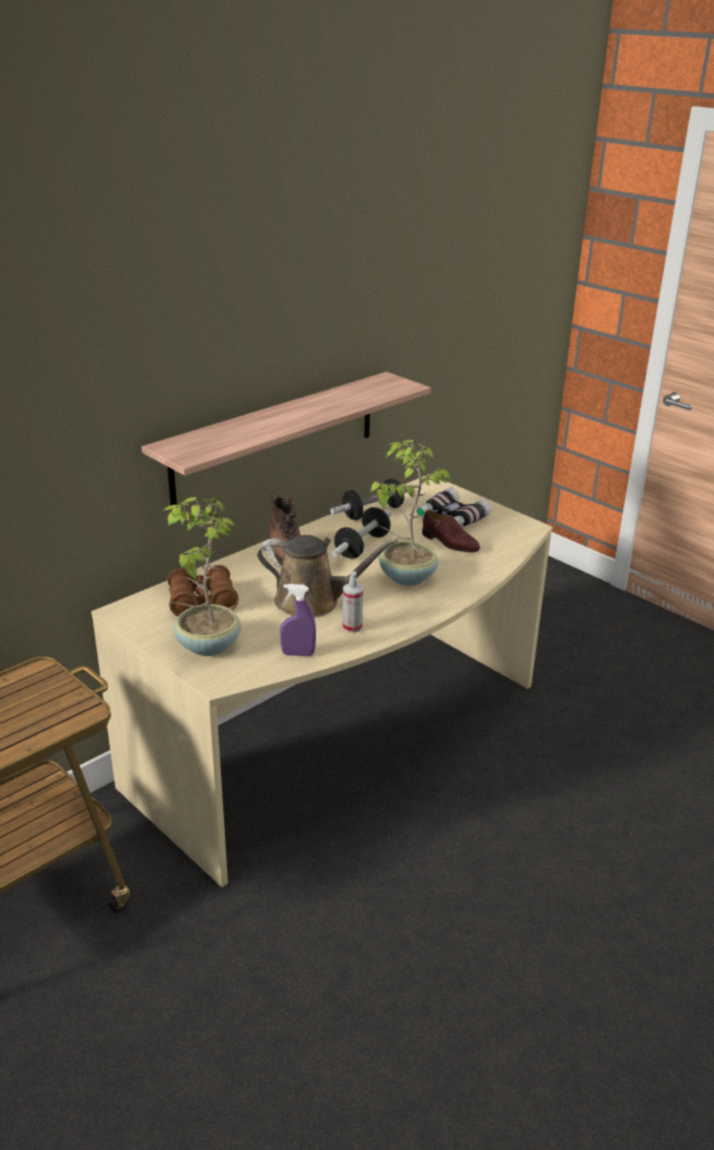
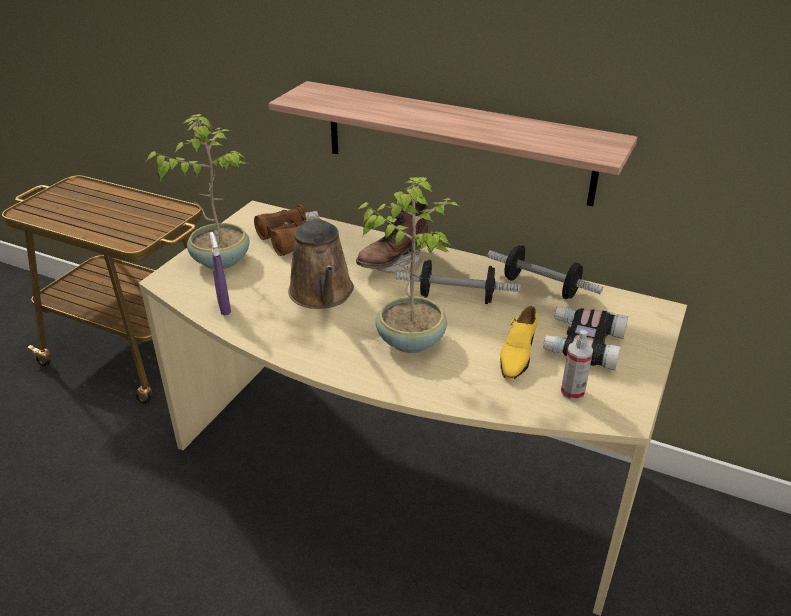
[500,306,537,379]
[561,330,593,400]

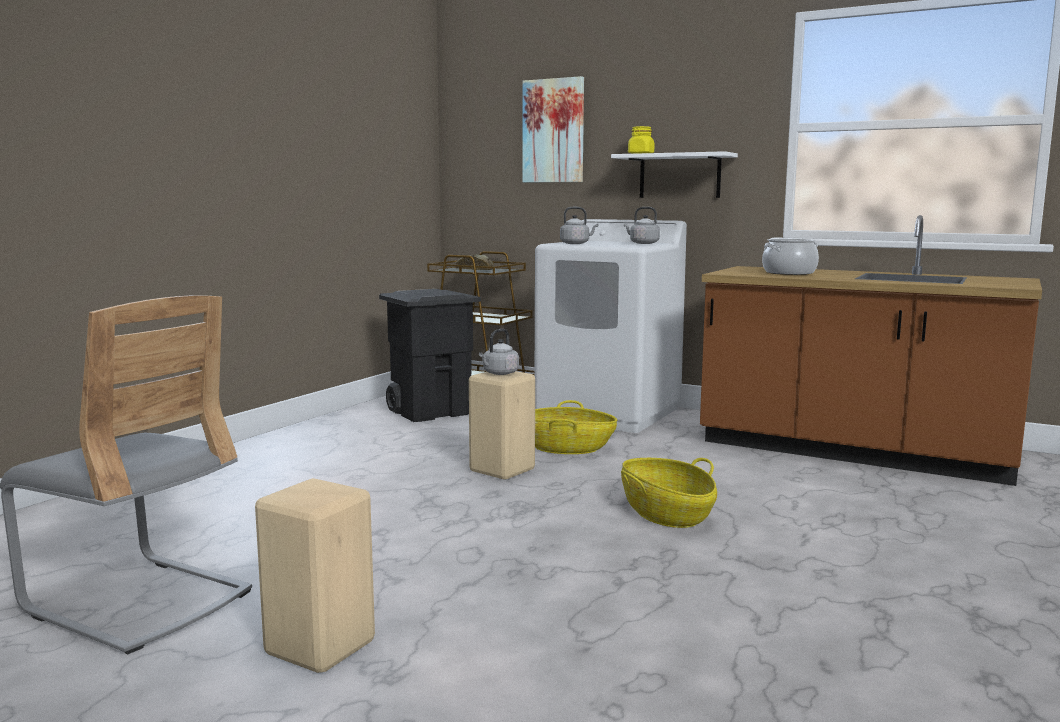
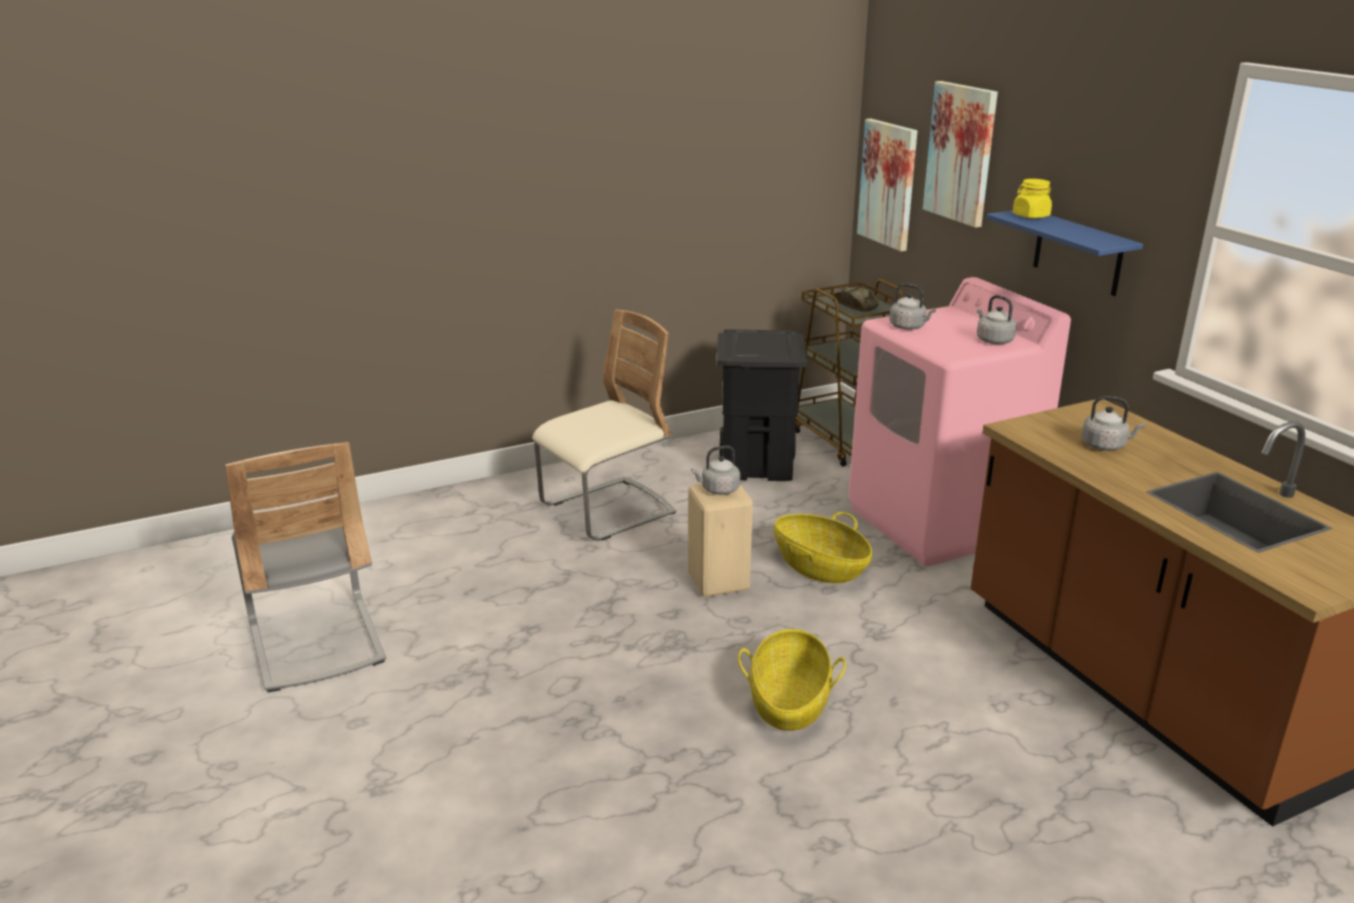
[986,210,1143,296]
[848,277,1071,566]
[1081,396,1145,451]
[255,478,375,673] (first image)
[857,119,917,251]
[532,310,676,541]

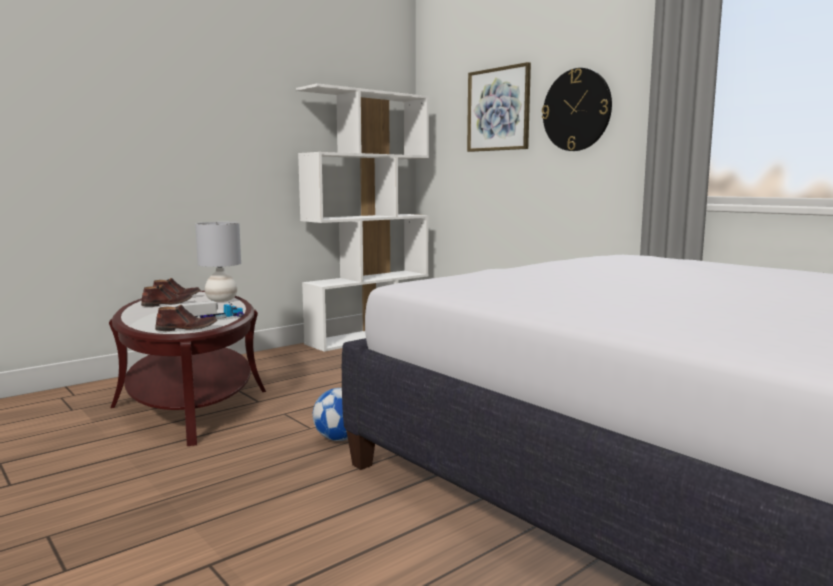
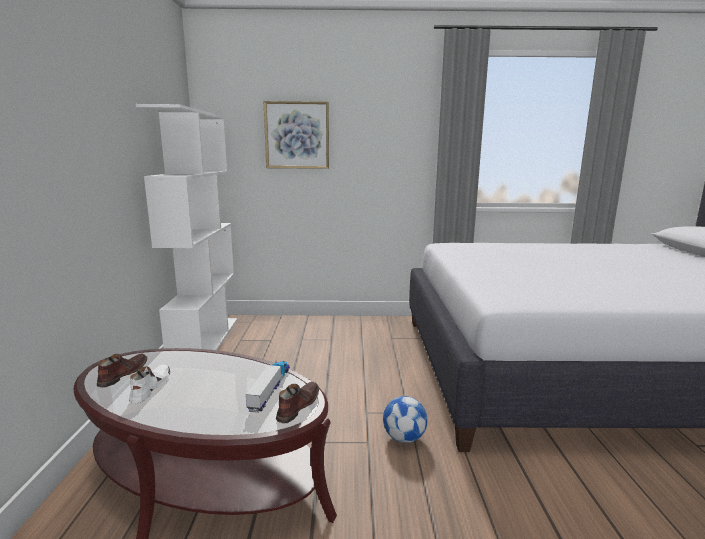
[542,68,612,151] (first image)
[195,222,241,302] (first image)
[129,365,170,403]

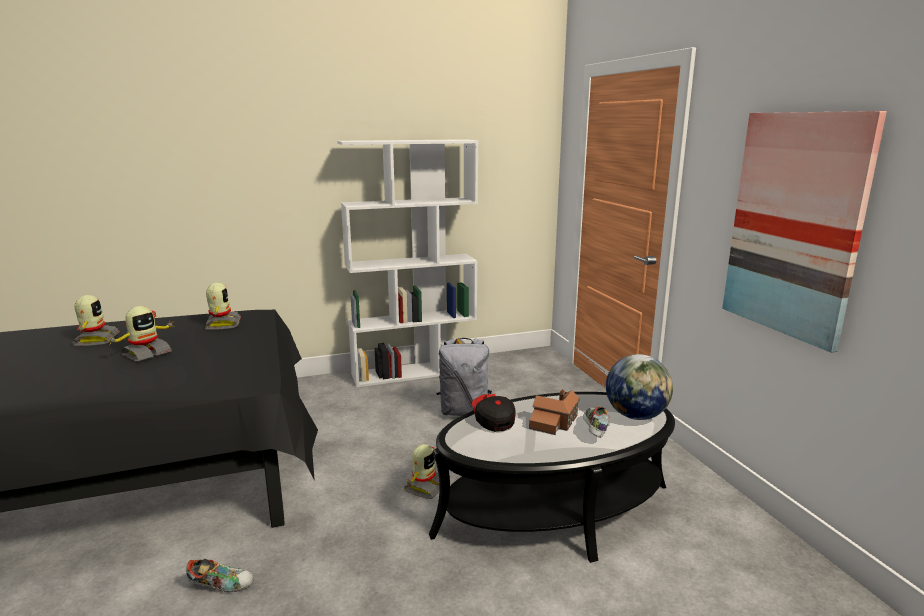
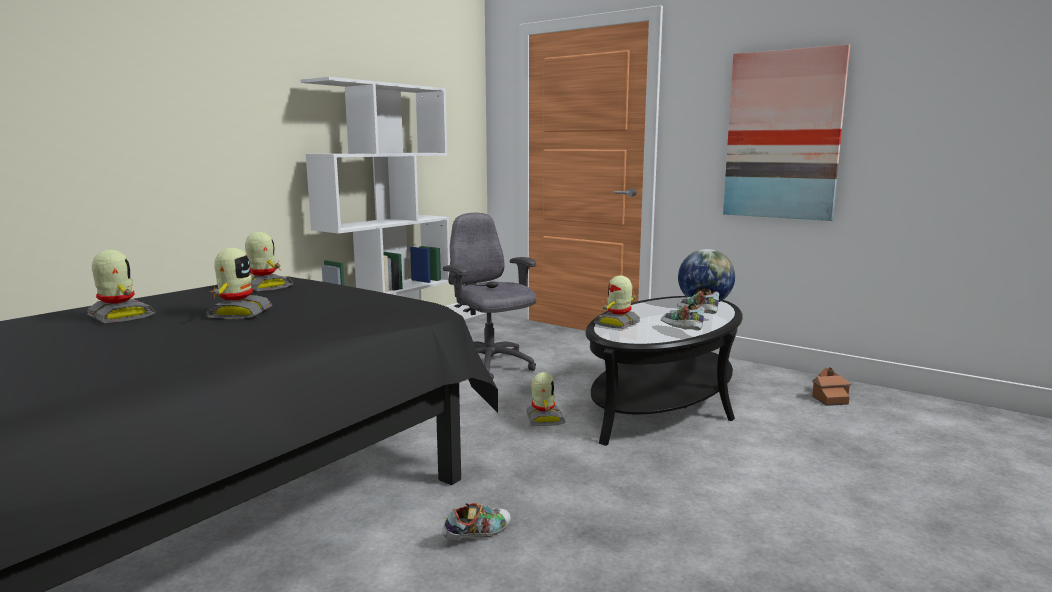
[443,213,536,380]
[812,367,851,406]
[594,275,640,329]
[661,303,705,330]

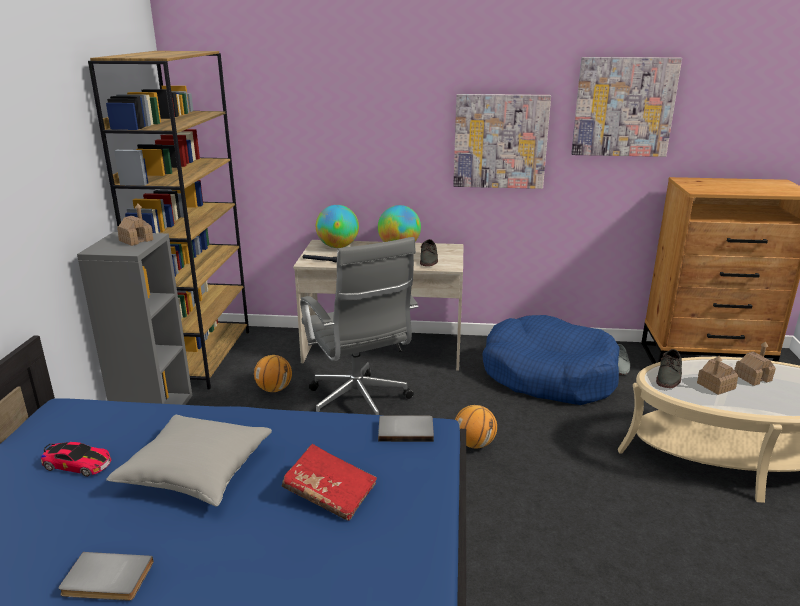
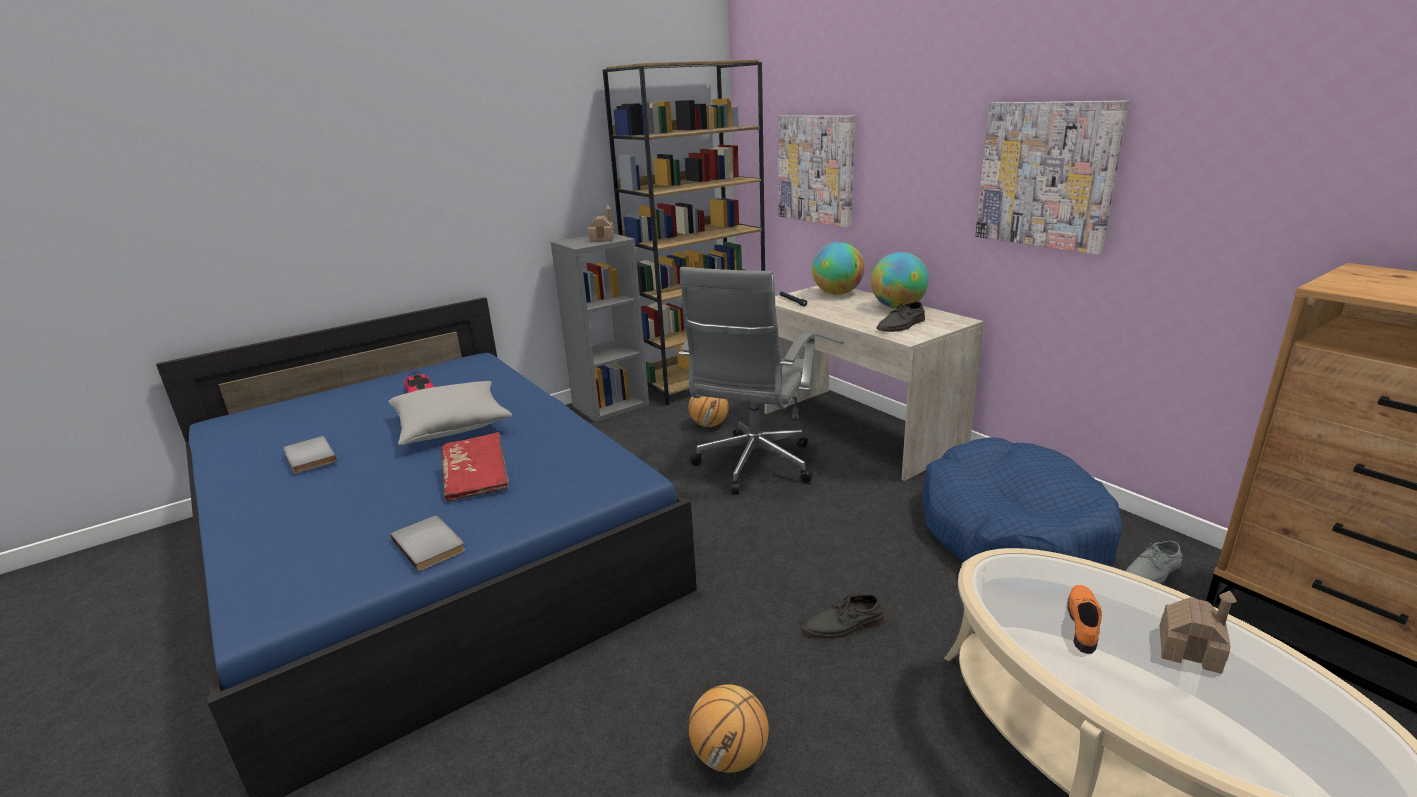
[778,115,855,227]
[803,594,884,639]
[1068,585,1102,654]
[689,684,769,773]
[390,515,465,572]

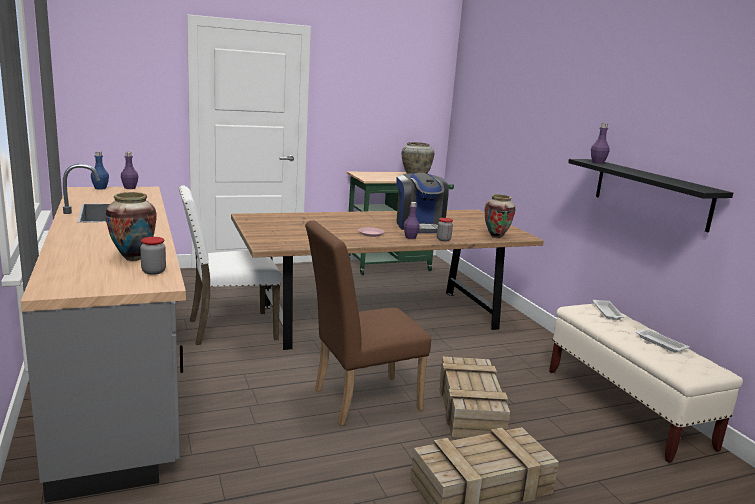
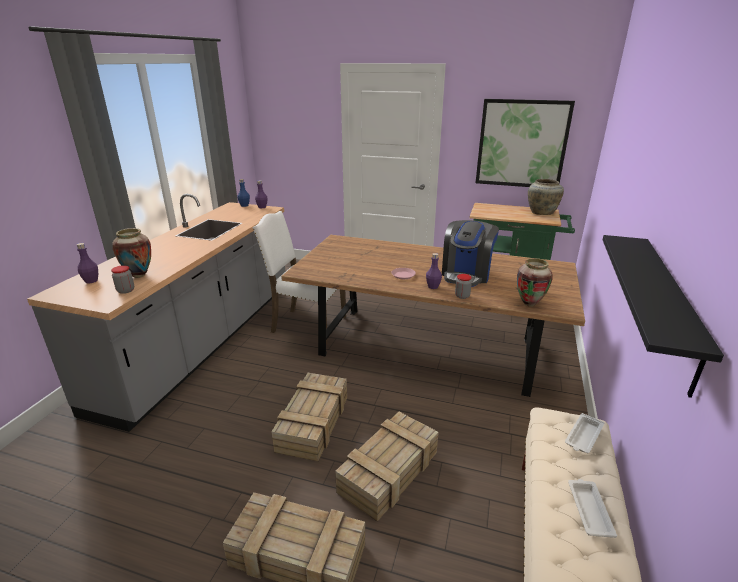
[77,243,98,284]
[271,373,347,462]
[476,99,575,187]

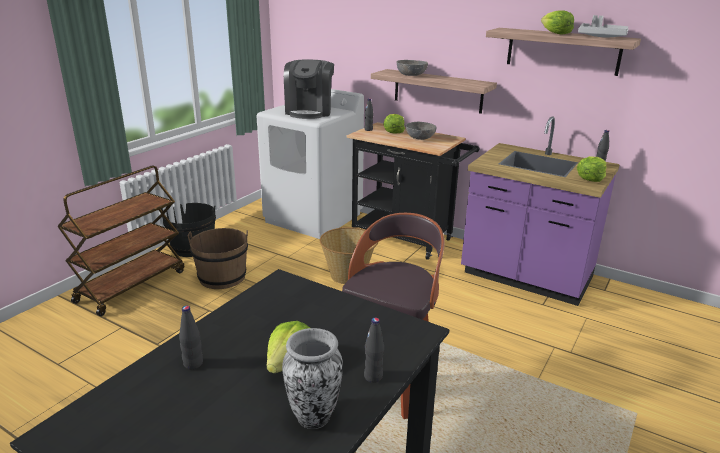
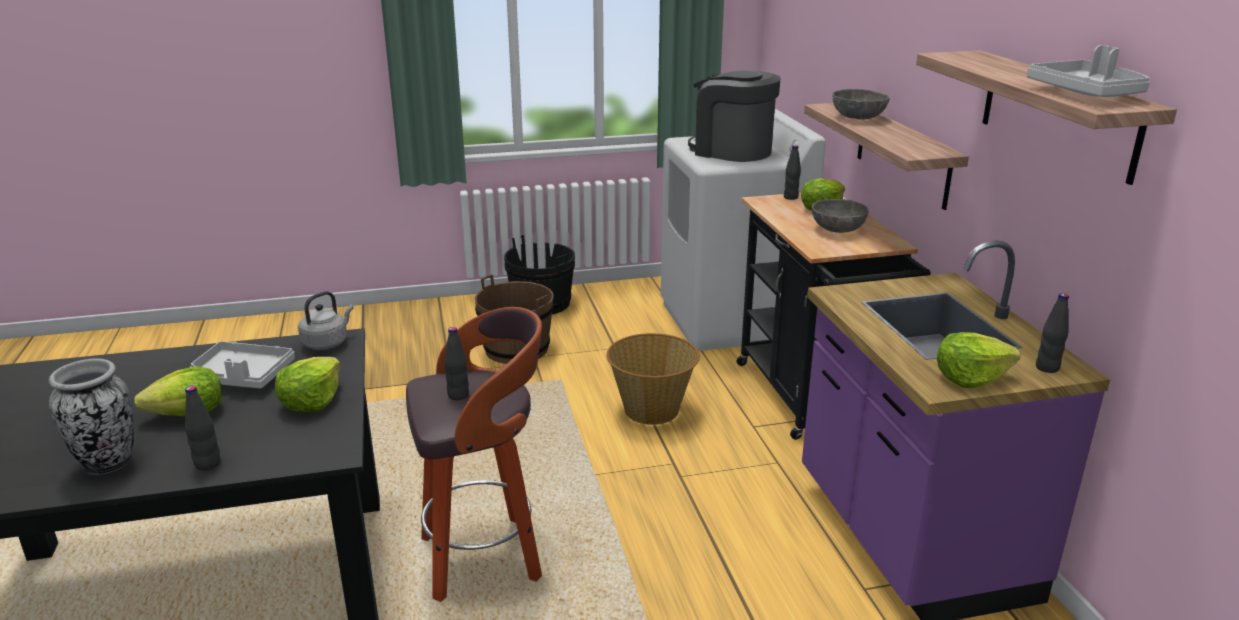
[275,357,340,412]
[688,70,781,162]
[57,165,184,316] (first image)
[444,327,469,400]
[298,291,354,350]
[190,341,295,389]

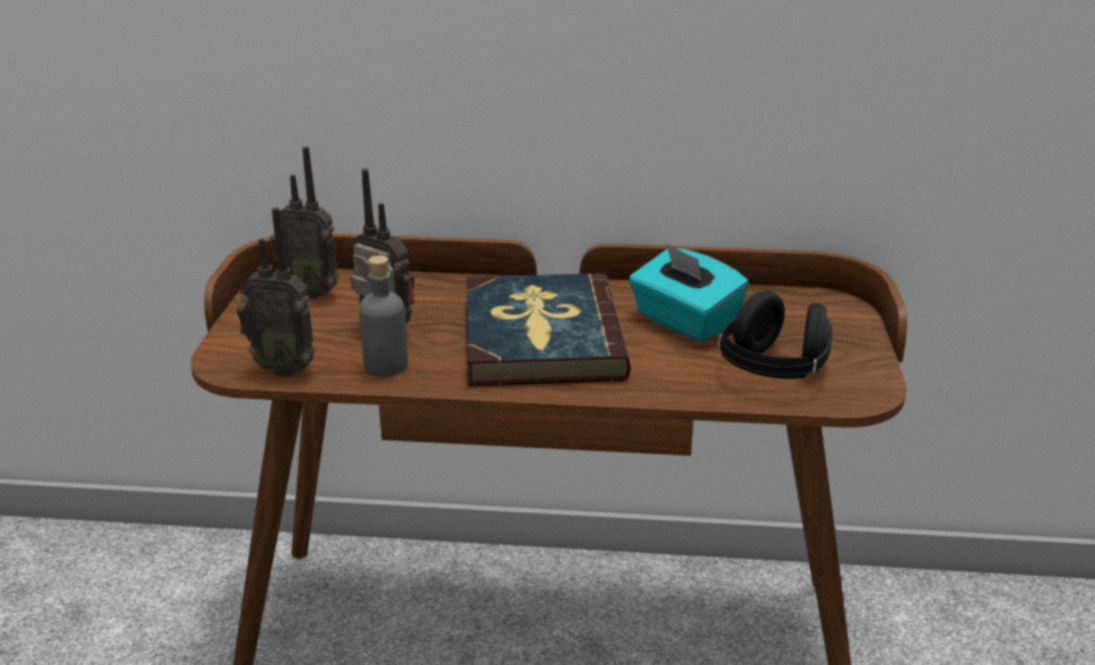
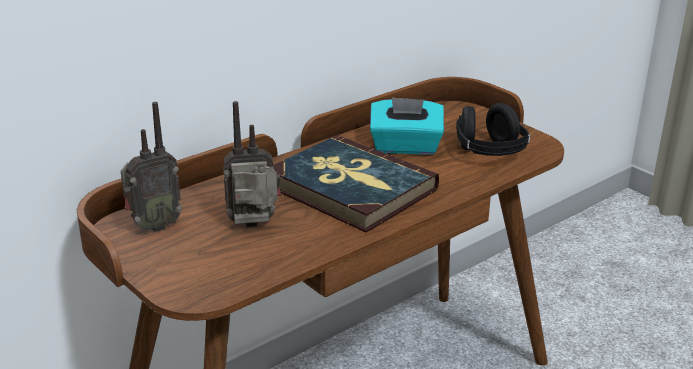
[236,207,315,377] (first image)
[359,256,408,376] (first image)

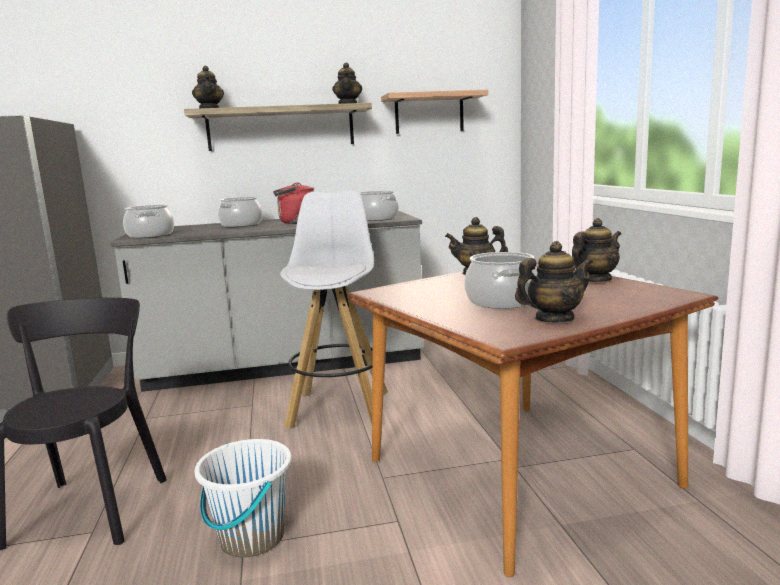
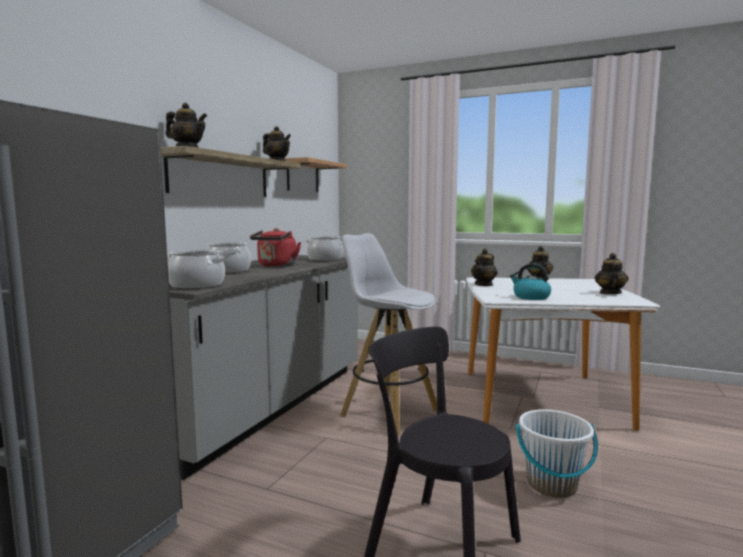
[464,252,538,309] (first image)
[466,277,660,431]
[510,263,551,300]

